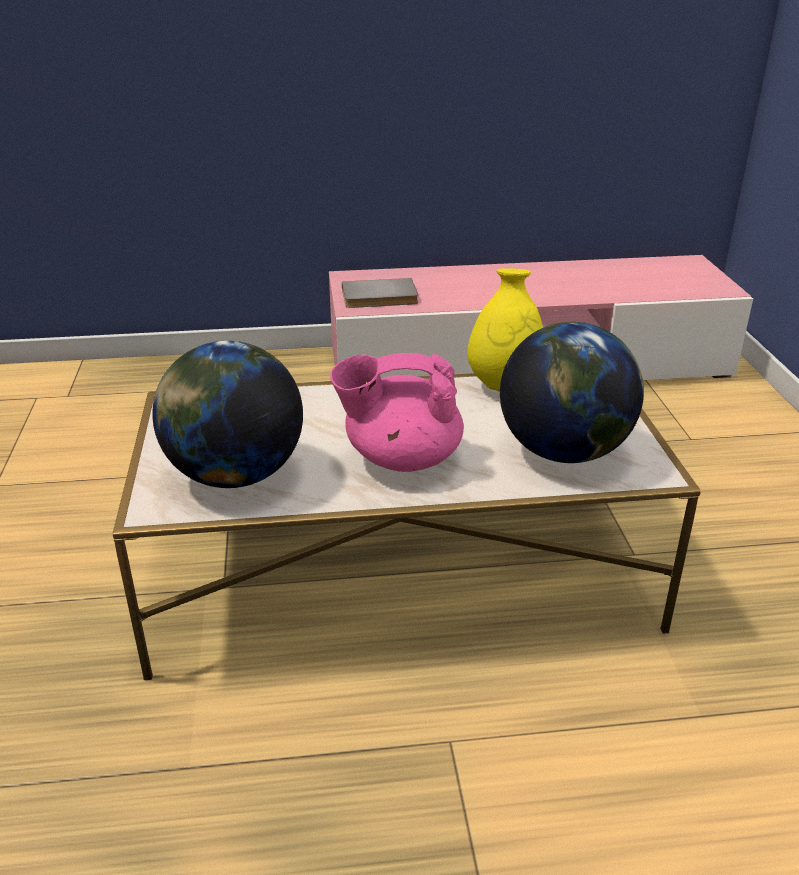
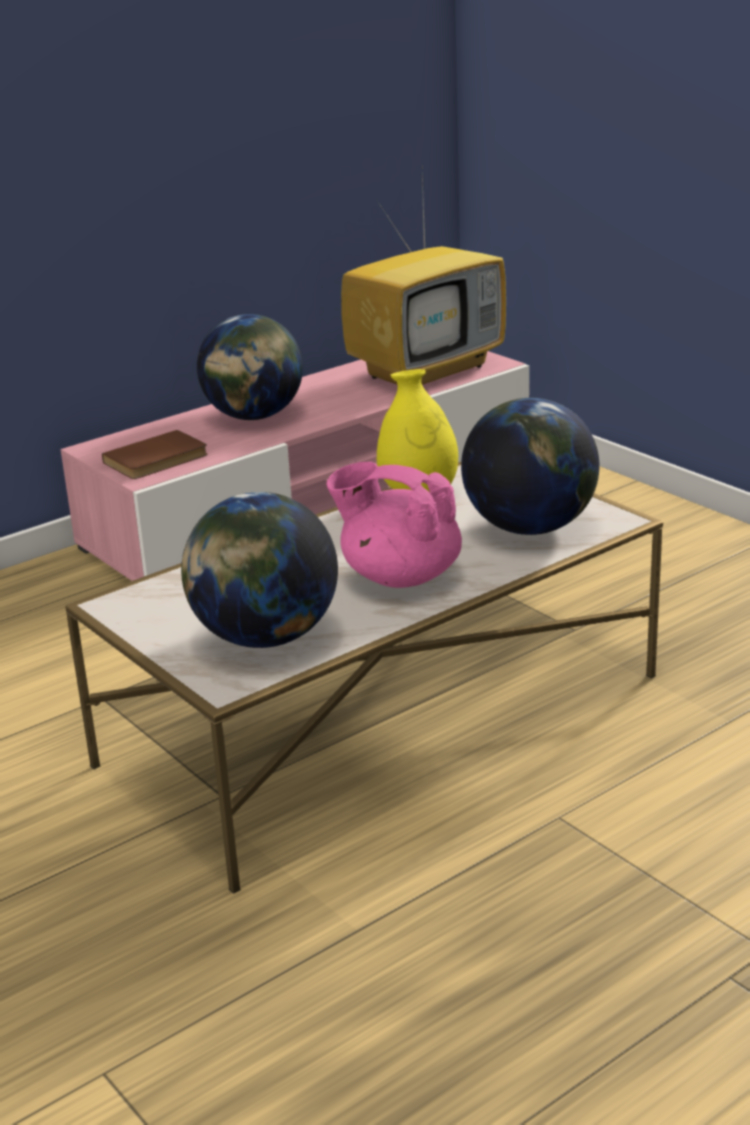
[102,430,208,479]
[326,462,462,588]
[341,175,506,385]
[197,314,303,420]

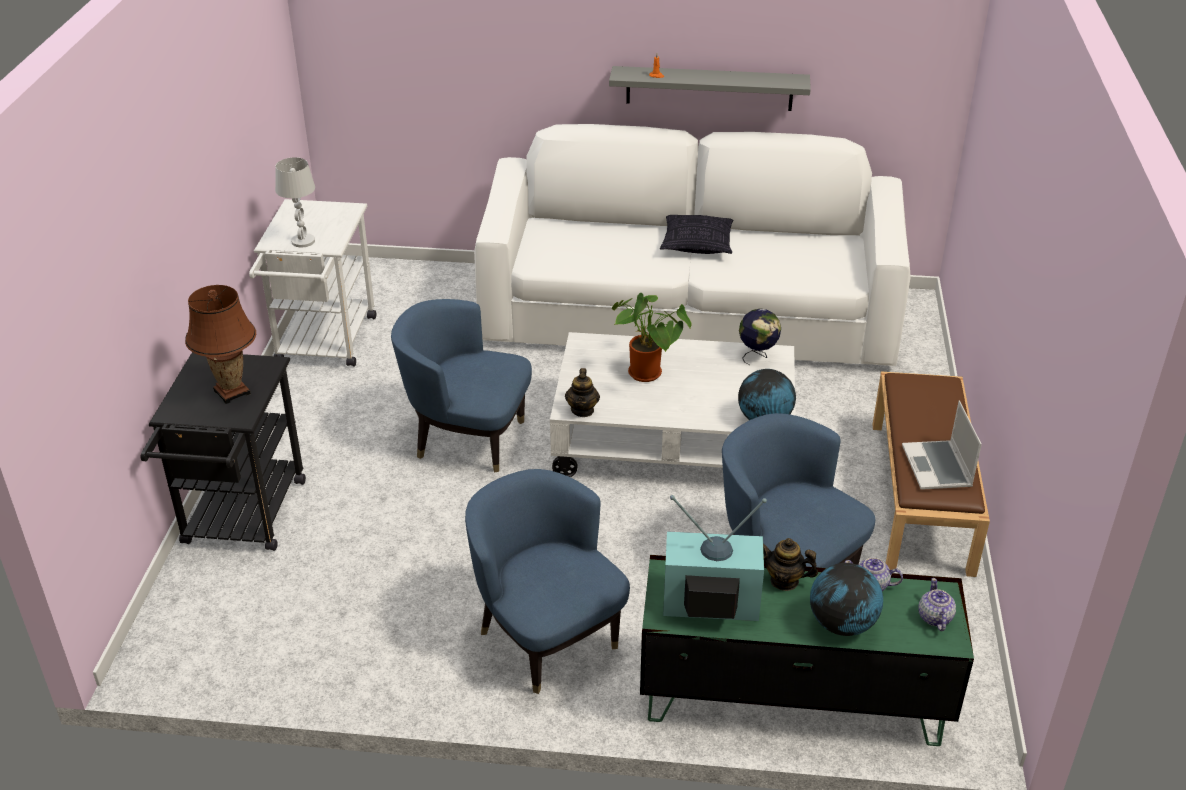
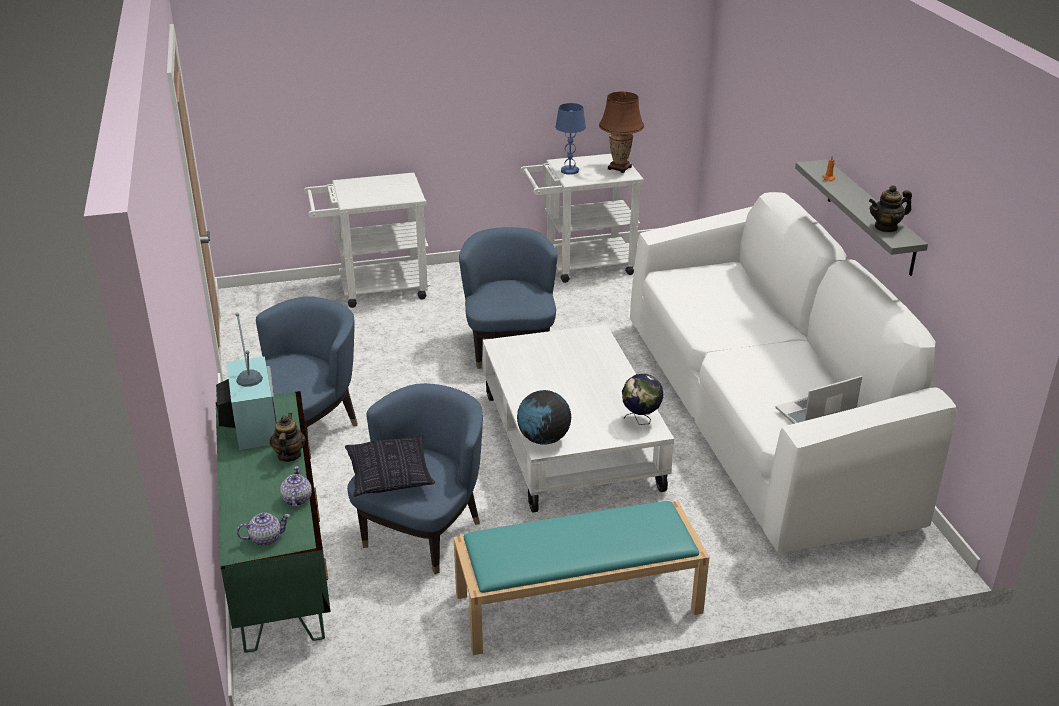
[556,103,586,175]
[345,435,435,497]
[599,91,644,173]
[612,293,691,382] (first image)
[304,173,431,308]
[869,185,912,232]
[453,501,709,655]
[776,376,862,424]
[810,563,883,636] (first image)

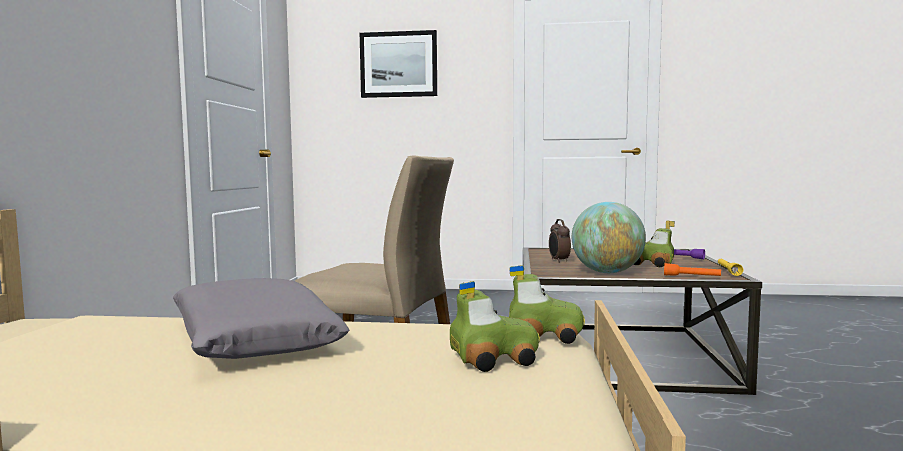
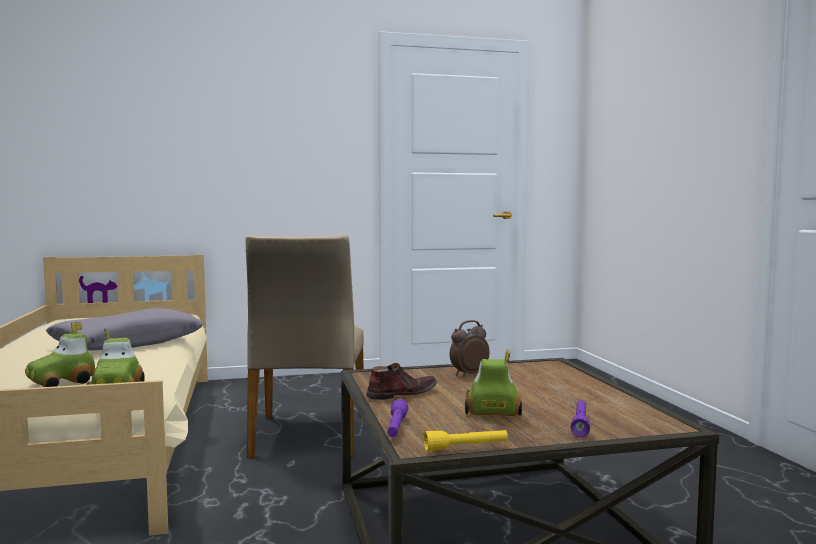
[360,30,437,98] (first image)
[366,363,437,400]
[387,399,409,437]
[25,322,95,387]

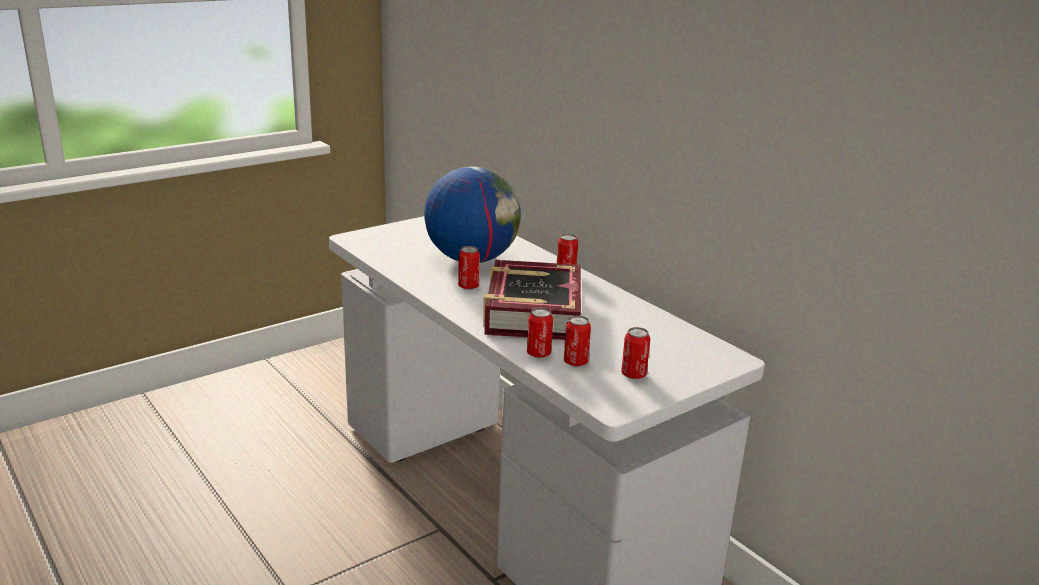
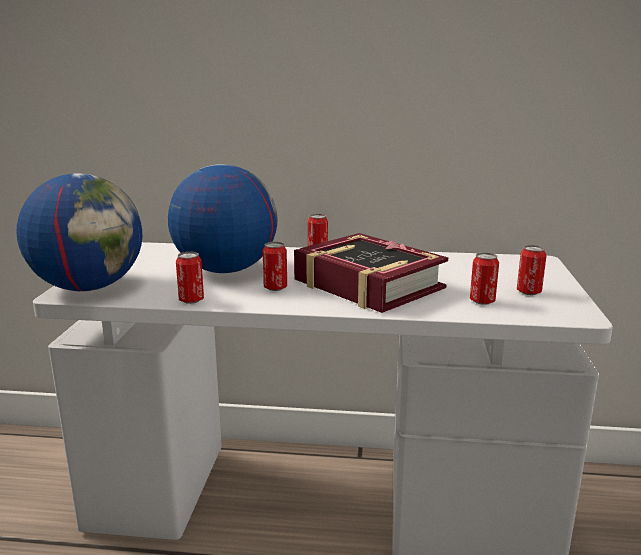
[176,252,204,304]
[16,173,142,291]

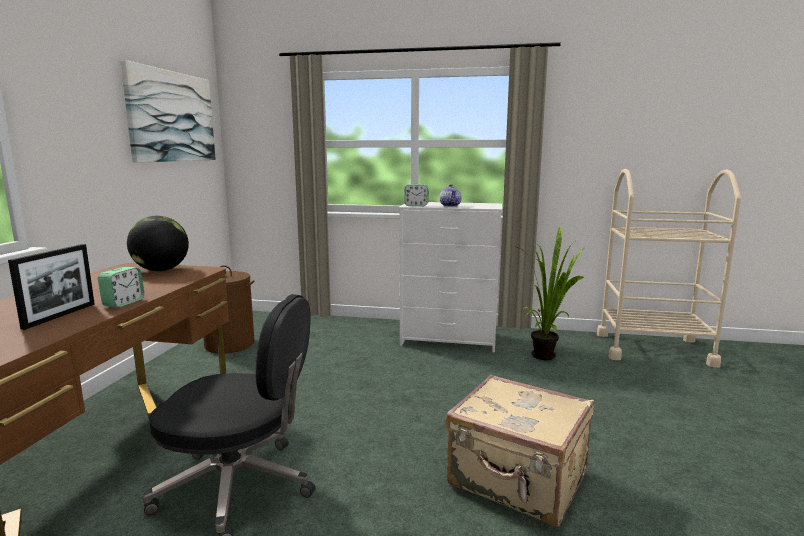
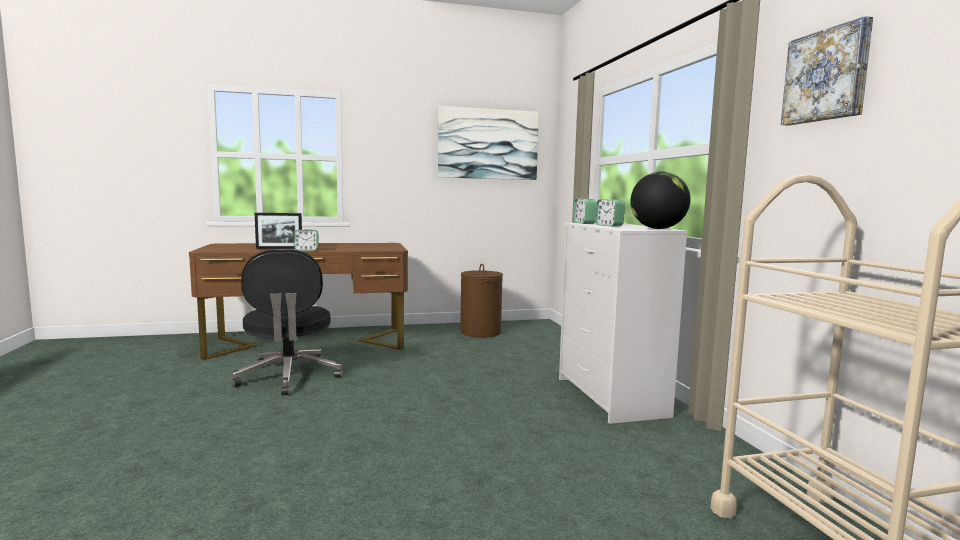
[595,199,625,226]
[630,172,691,229]
[514,227,584,360] (first image)
[446,375,594,527] (first image)
[781,16,873,126]

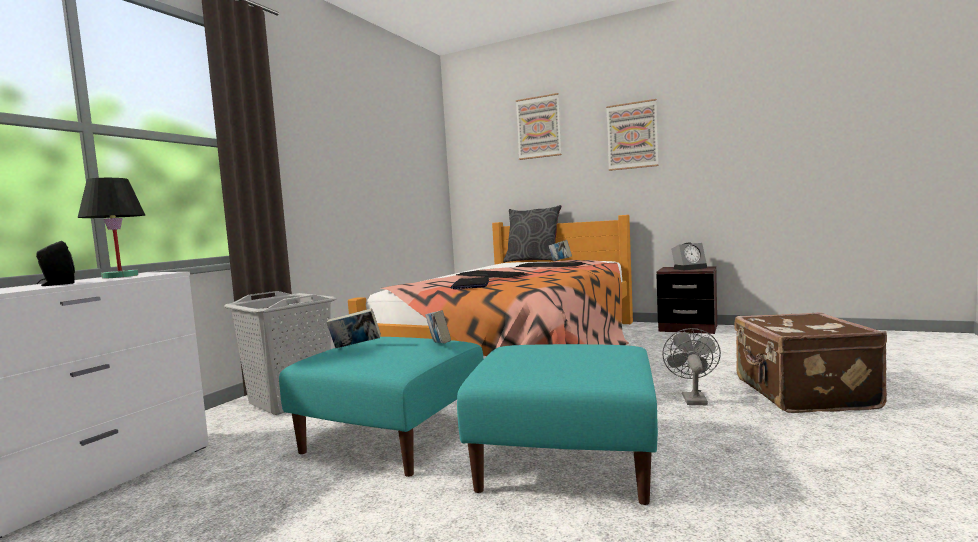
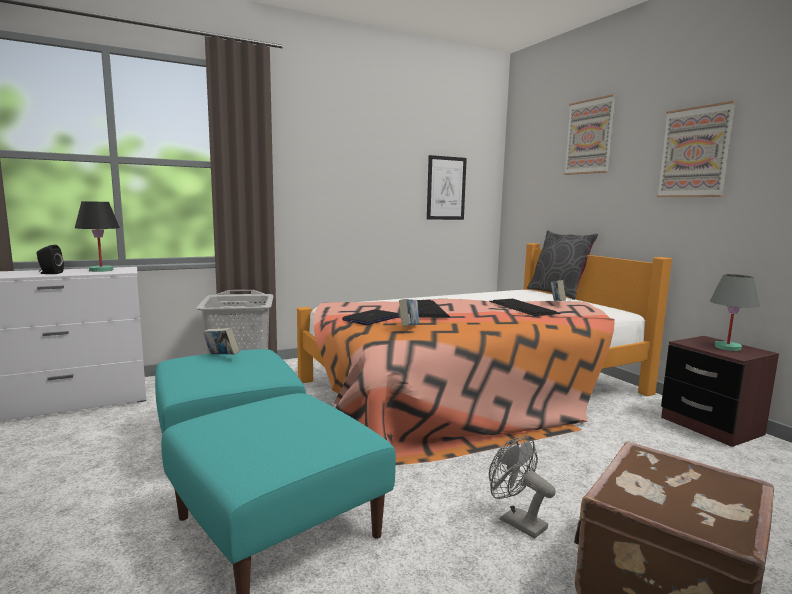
[710,274,760,351]
[399,299,419,327]
[489,436,556,539]
[427,155,467,220]

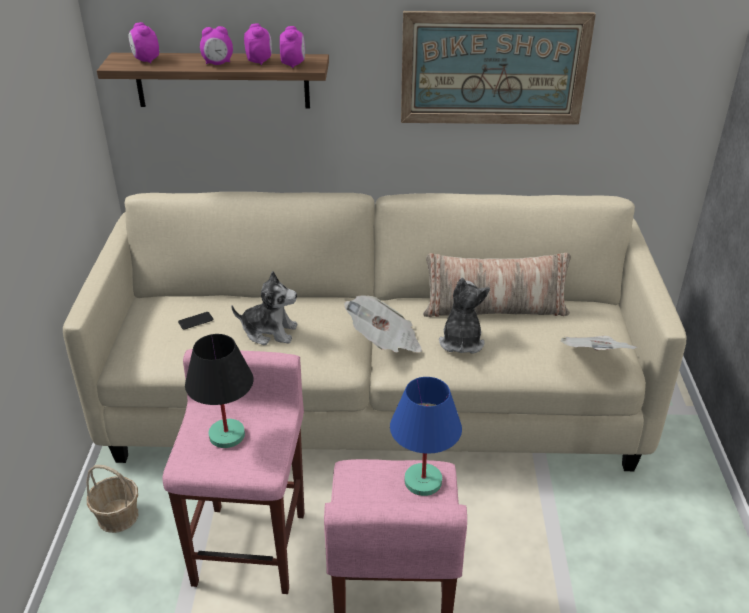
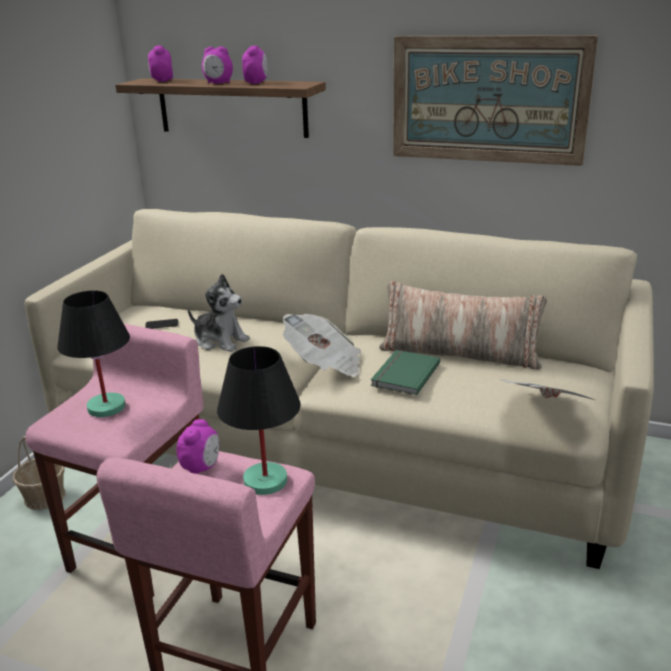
[177,419,219,474]
[371,350,440,395]
[217,346,301,495]

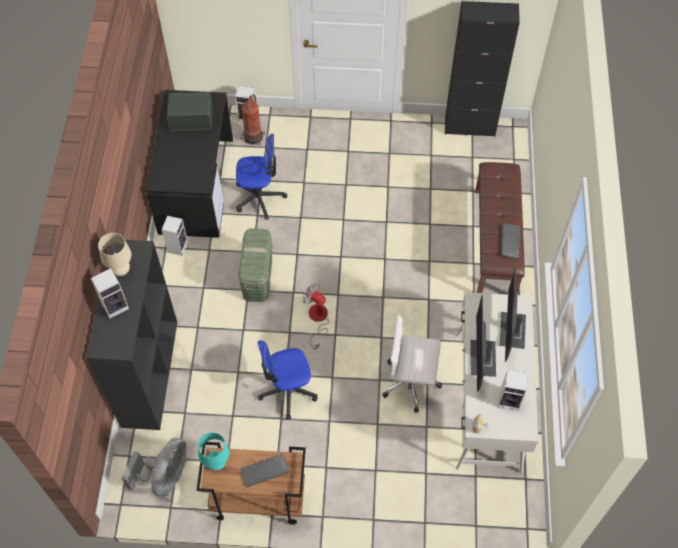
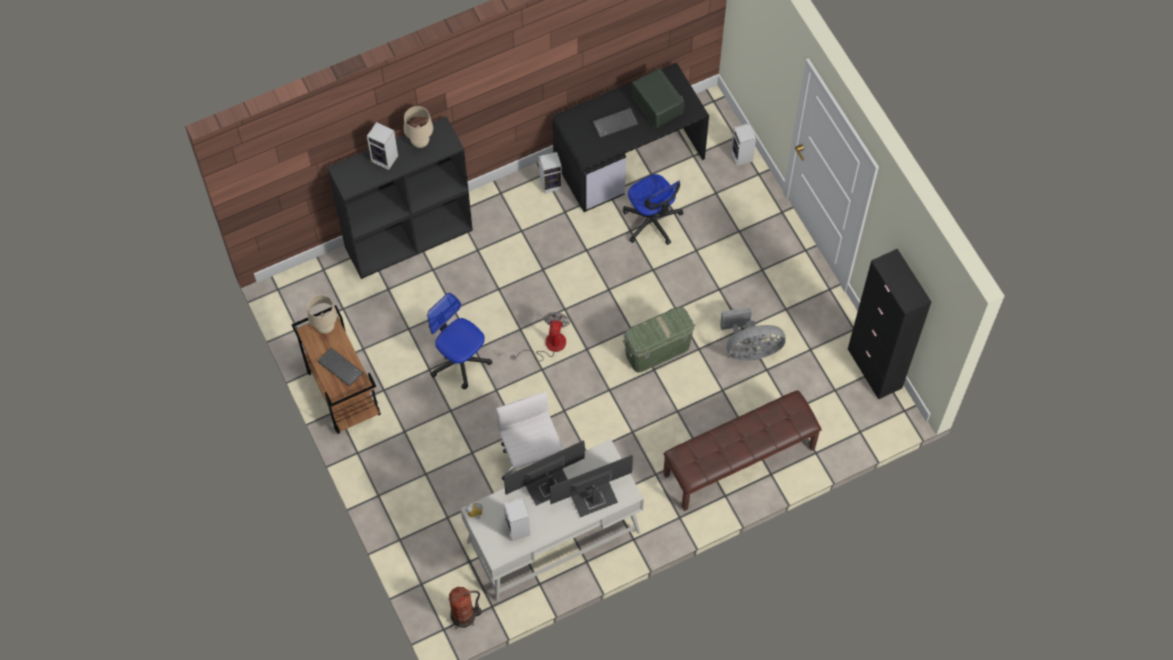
[449,587,482,629]
[593,108,638,138]
[623,307,695,373]
[307,295,337,334]
[720,307,785,361]

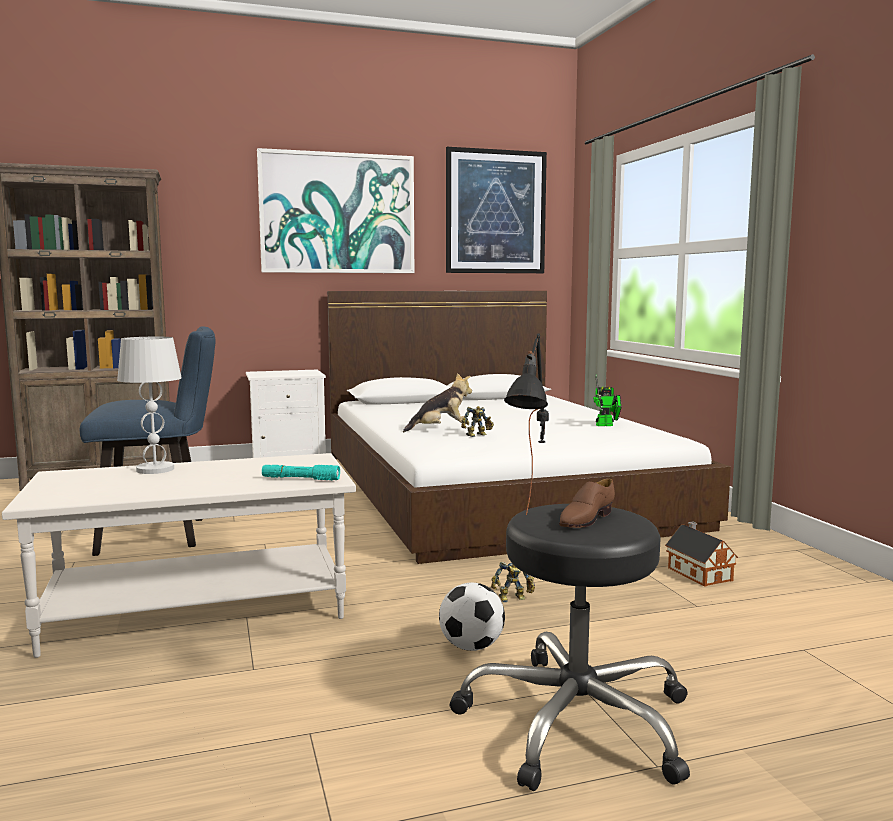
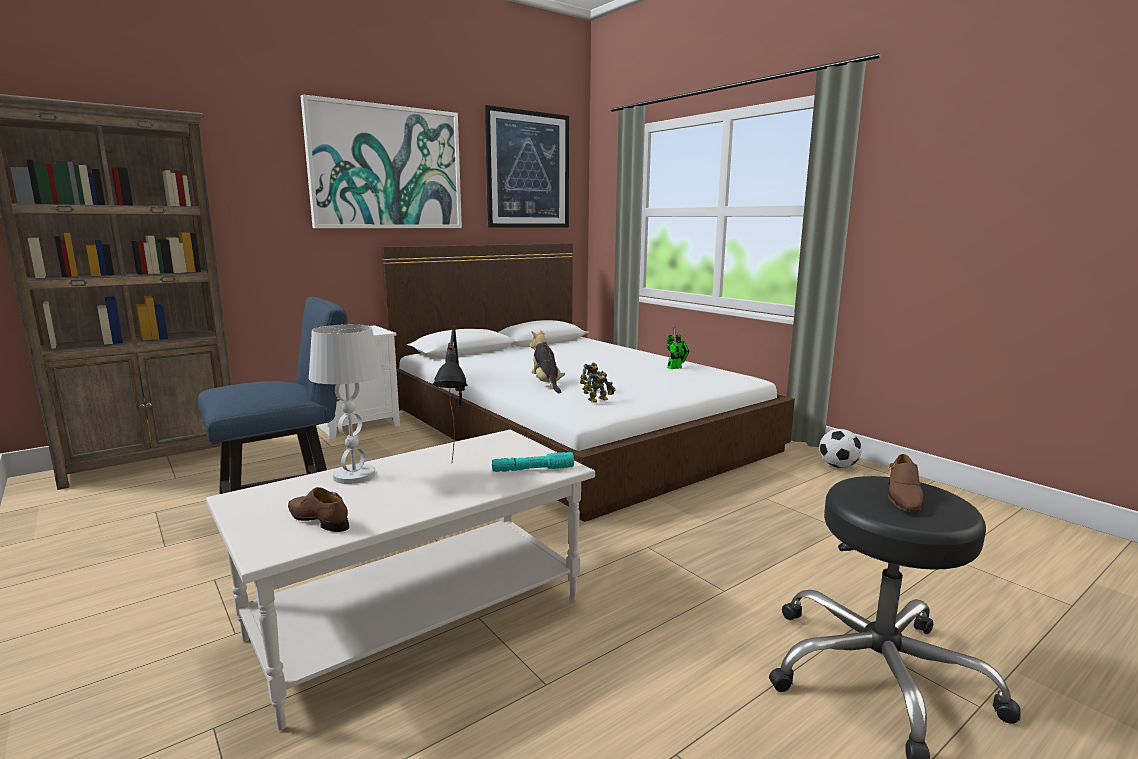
[433,326,467,462]
[530,330,565,394]
[665,521,738,586] (first image)
[584,372,615,403]
[819,429,862,468]
[288,487,349,532]

